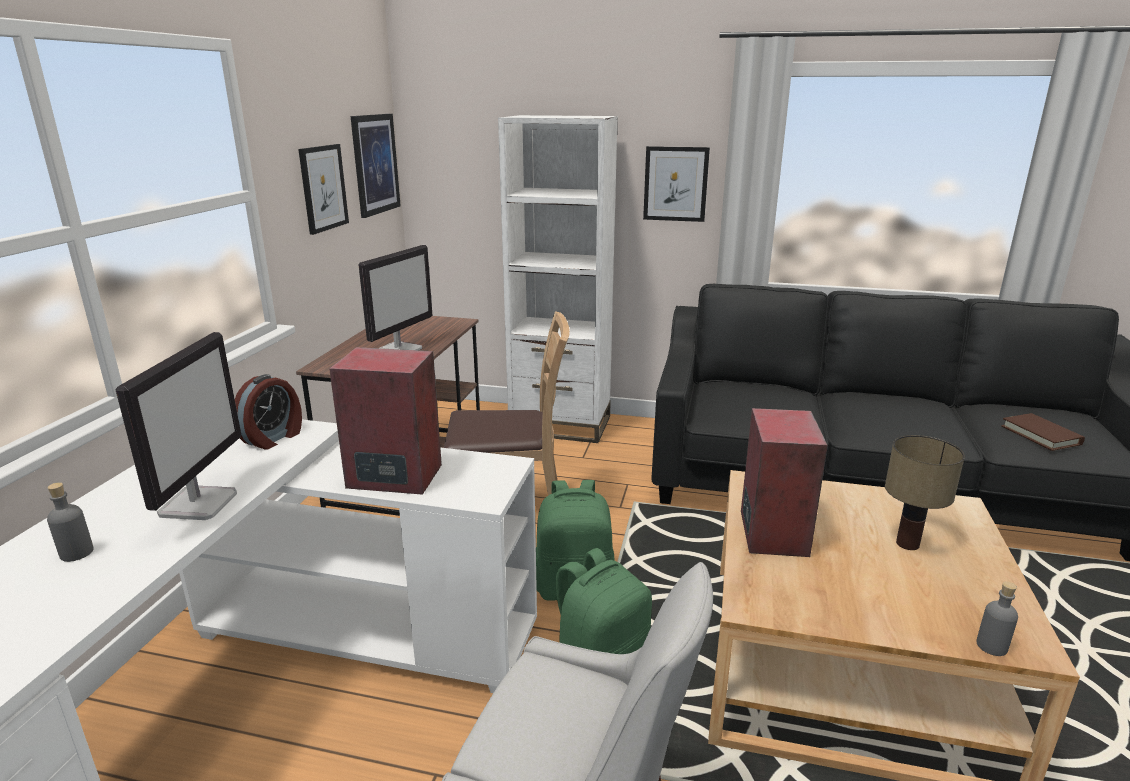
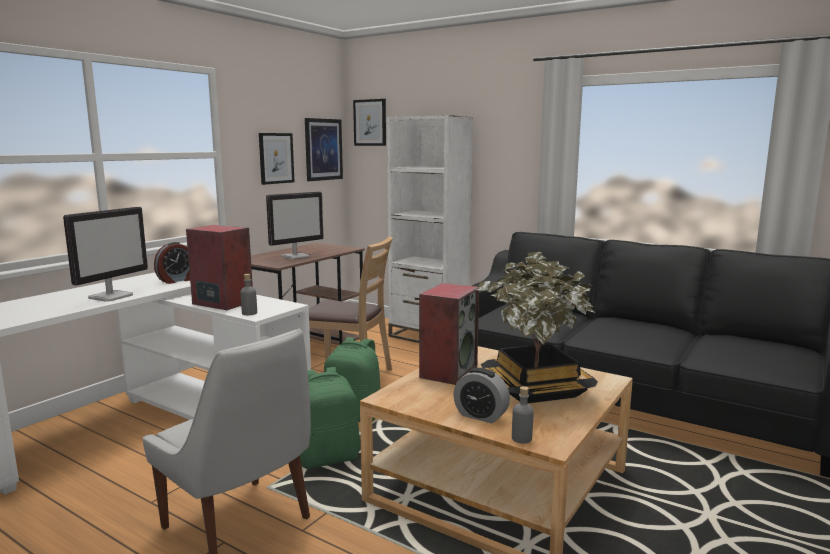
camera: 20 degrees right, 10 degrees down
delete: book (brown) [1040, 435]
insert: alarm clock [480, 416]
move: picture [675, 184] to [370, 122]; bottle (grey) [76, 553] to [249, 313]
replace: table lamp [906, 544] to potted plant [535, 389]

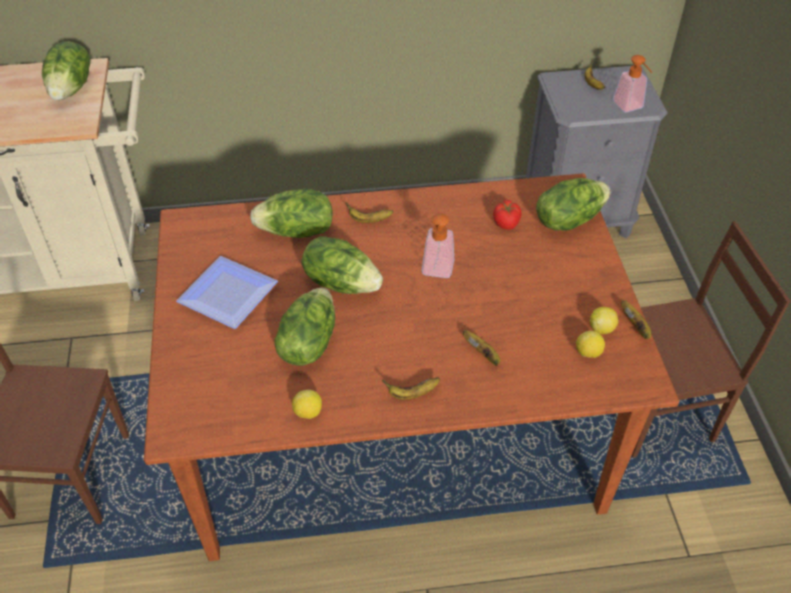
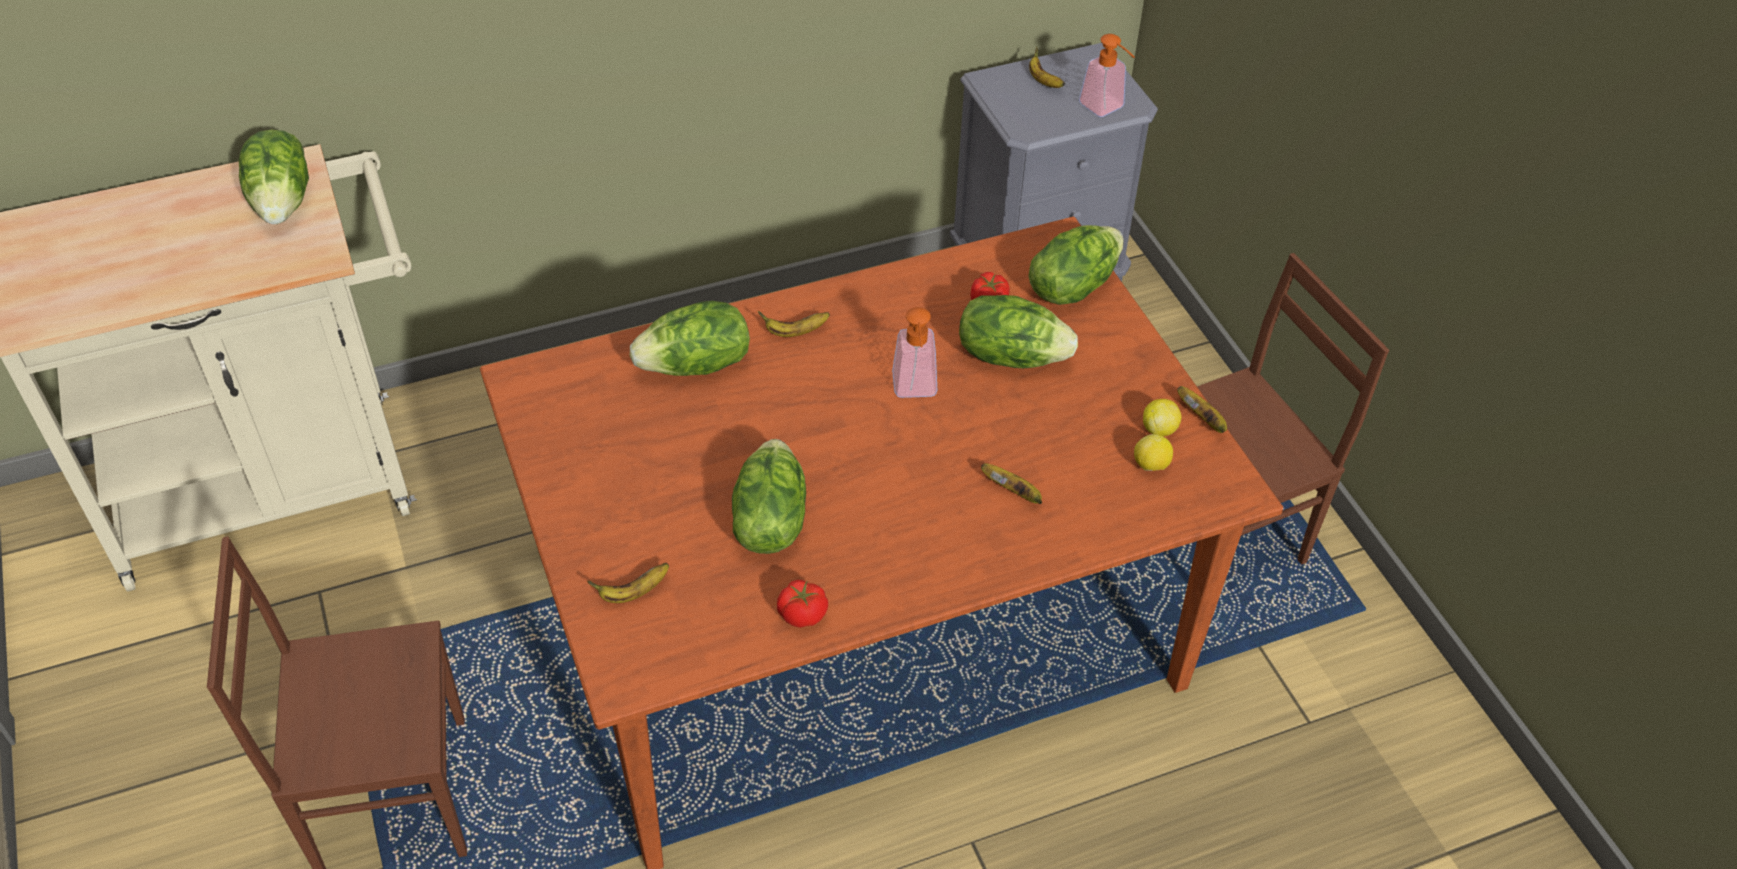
camera: 15 degrees left, 0 degrees up
delete: plate [227, 292]
move: lettuce [341, 282] to [1011, 355]; banana [412, 394] to [633, 593]
replace: lemon [308, 413] to tomato [802, 615]

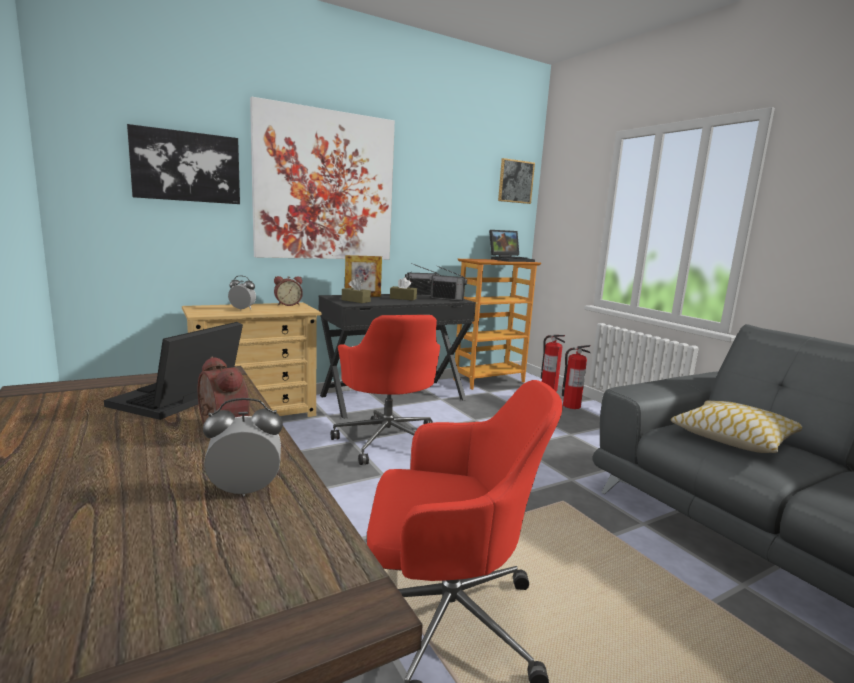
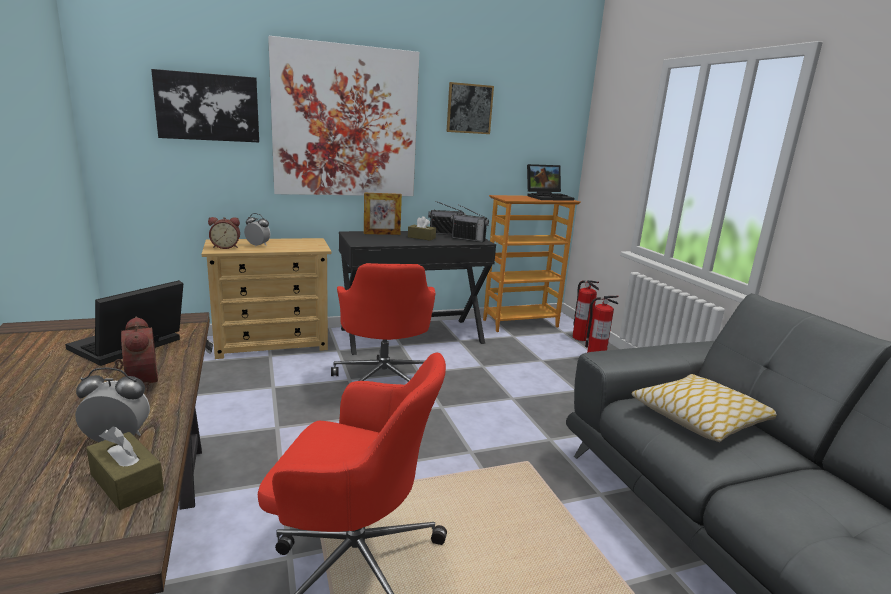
camera: 10 degrees right, 5 degrees up
move: picture [515, 181] to [469, 108]; alarm clock [288, 304] to [225, 247]; tissue box (brown) [356, 301] to [127, 482]

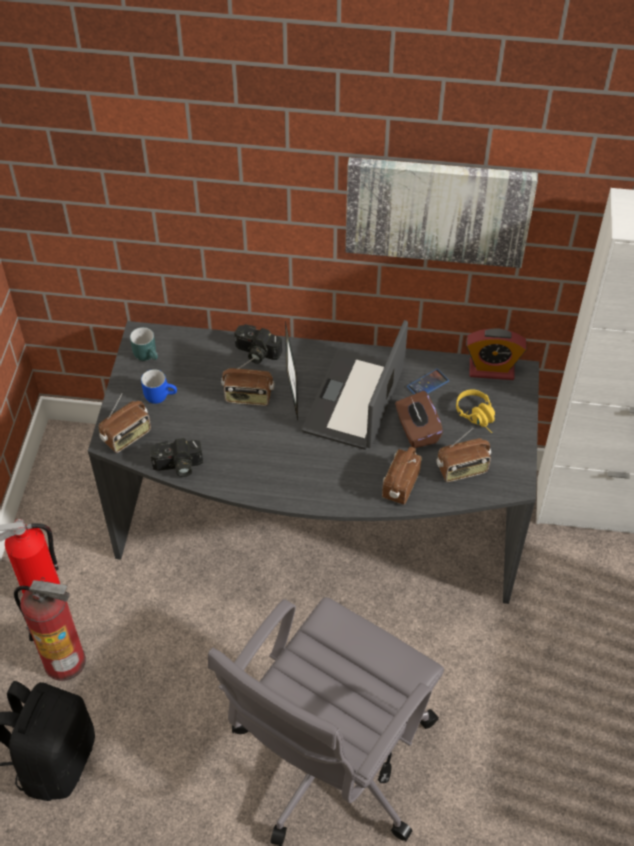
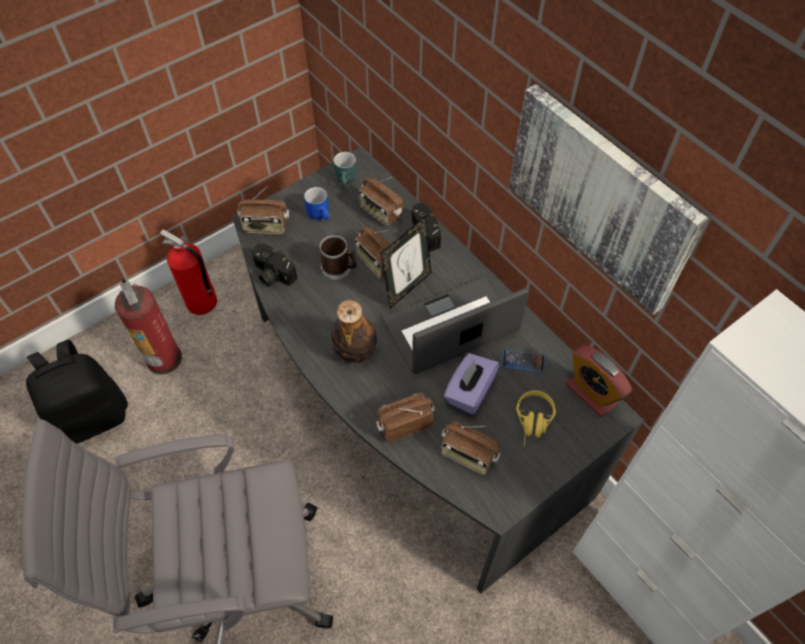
camera: 45 degrees right, 5 degrees up
insert: radio [380, 212]; mug [339, 269]; bottle [355, 351]
recolor: tissue box (brown) [416, 430] to tissue box (purple) [469, 391]

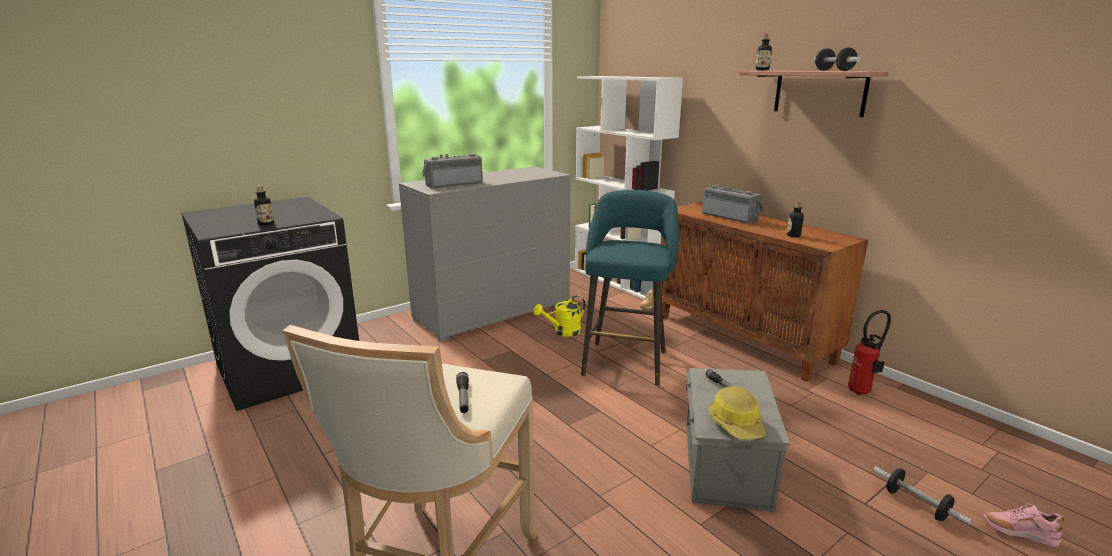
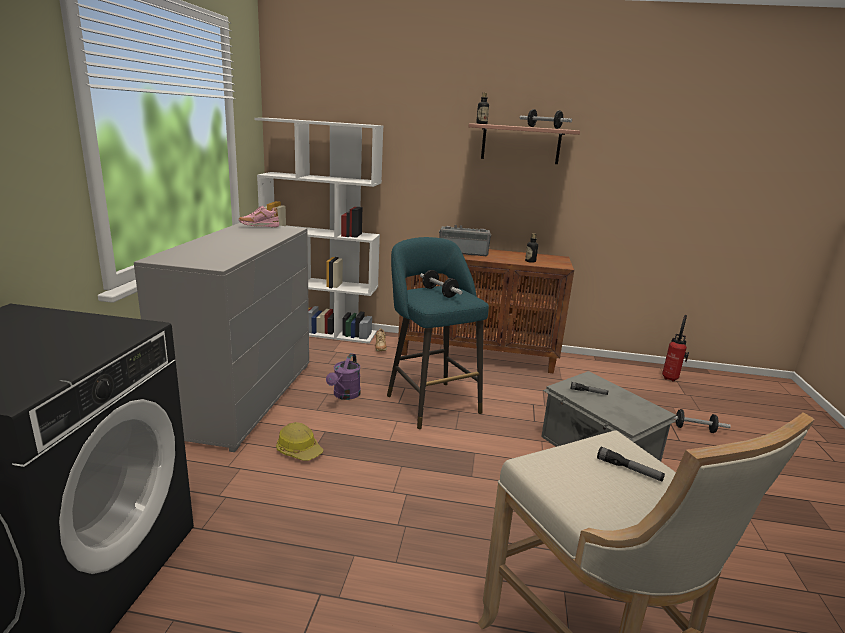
camera: 45 degrees left, 0 degrees up
delete: radio [453, 184]; bottle [266, 224]
insert: dumbbell [439, 292]
move: fire extinguisher [862, 391] to [671, 378]; hard hat [737, 424] to [299, 450]; shoe (pink) [1018, 534] to [259, 227]
recolor: watering can (yellow) [563, 332] to watering can (purple) [345, 395]

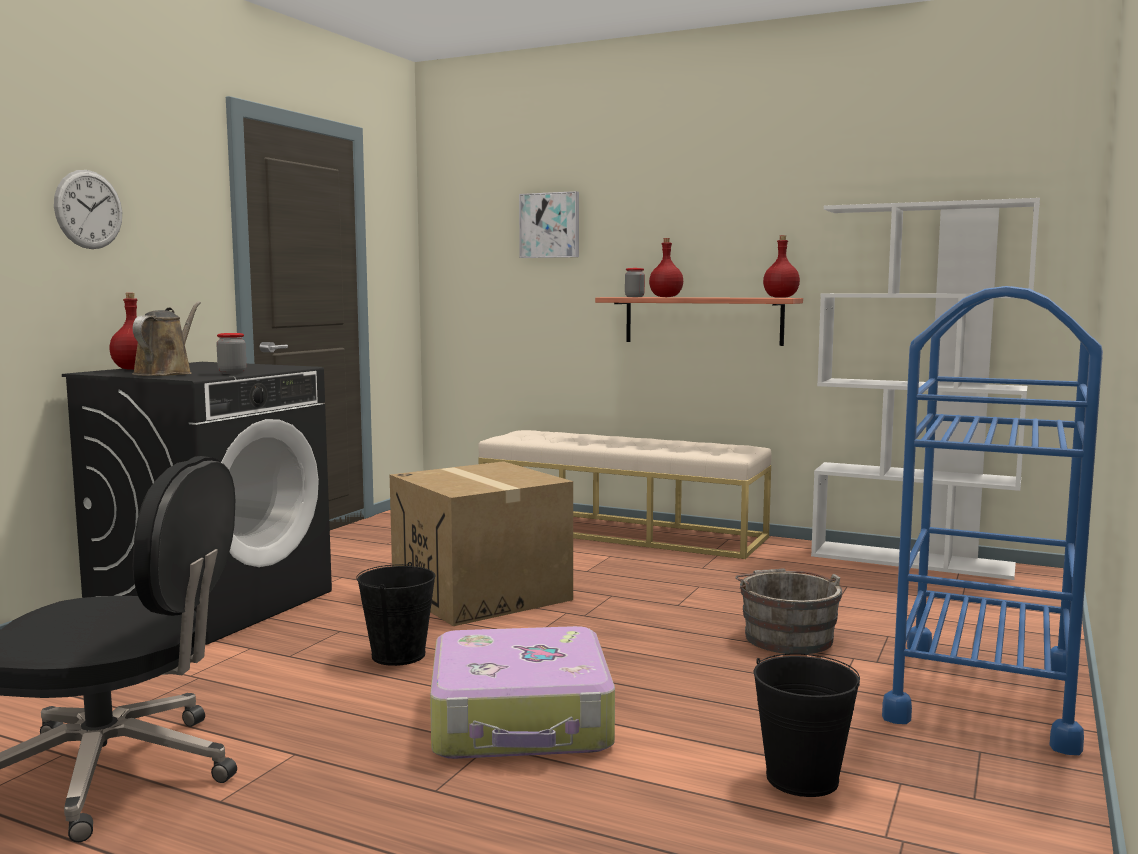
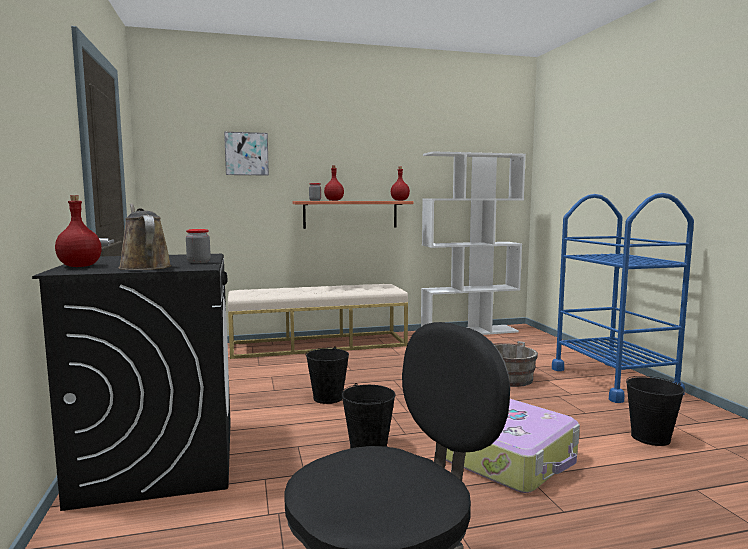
camera: 40 degrees left, 0 degrees up
delete: wall clock [88, 209]
replace: cardboard box [482, 594] to bucket (black) [328, 398]

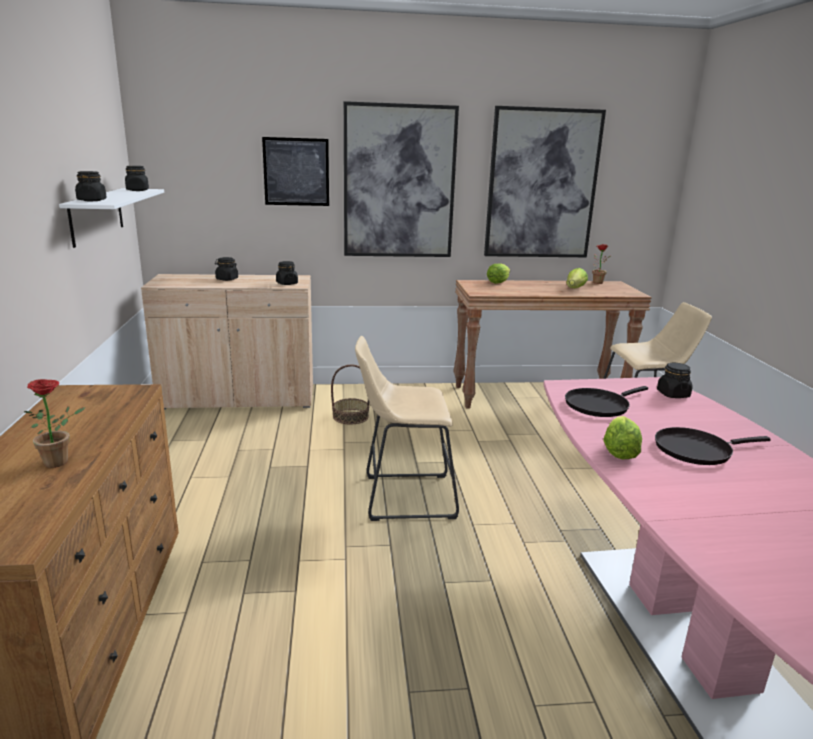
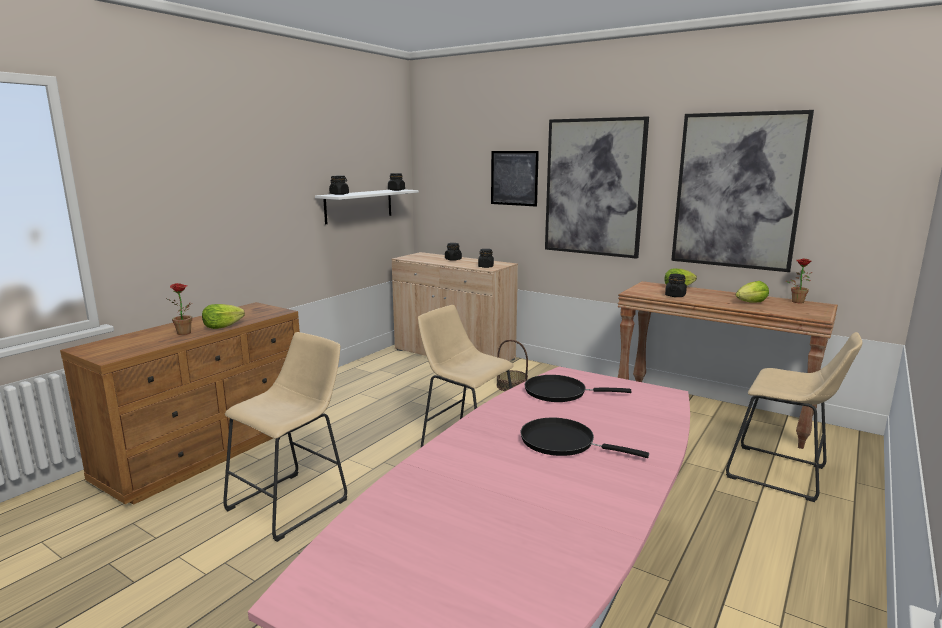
camera: 40 degrees right, 5 degrees down
insert: stool (beige) [293, 502]
move: jar (black) [672, 394] to [675, 295]; lettuce [619, 452] to [222, 327]

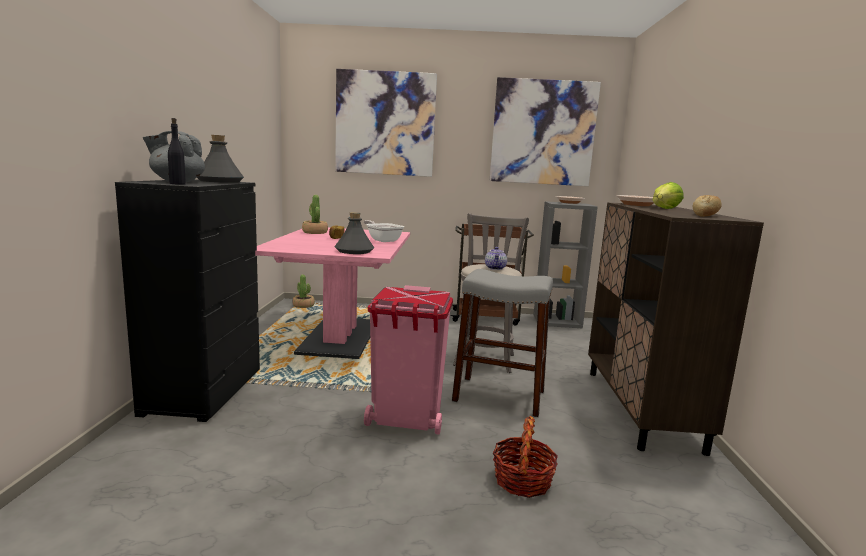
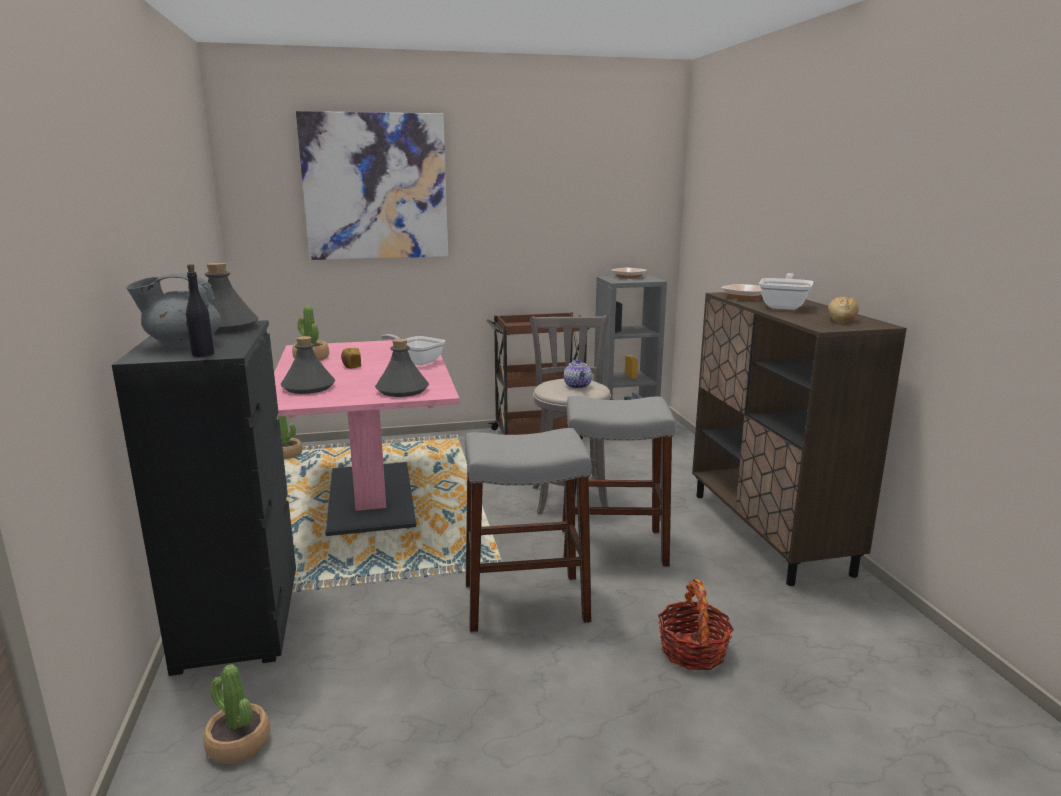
camera: 15 degrees left, 5 degrees up
delete: picture [543, 133]
insert: bottle (grey) [308, 387]; potted plant [238, 744]
replace: lettuce [664, 209] to frying pan [784, 306]; trash can (pink) [406, 420] to stool (grey) [526, 602]

